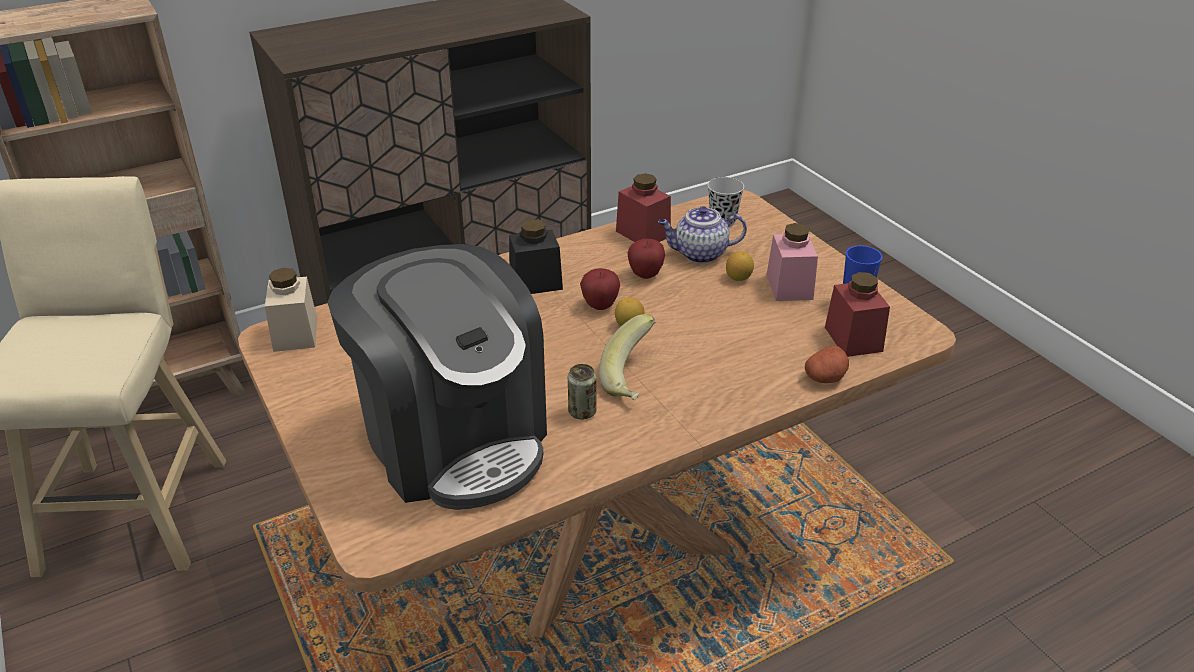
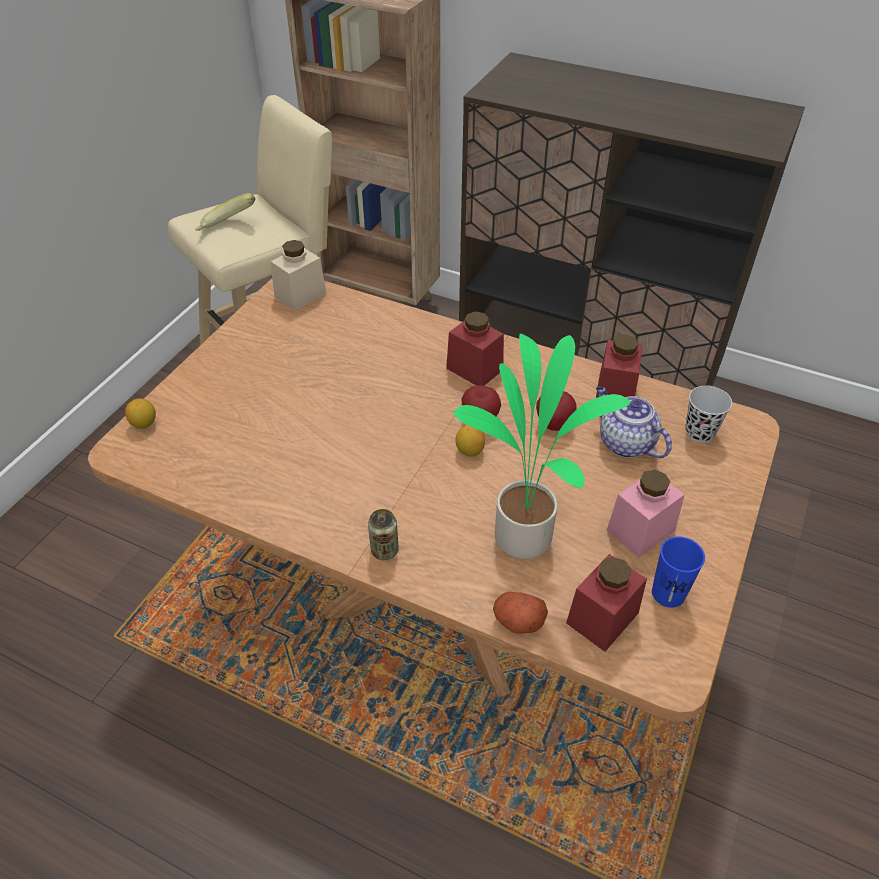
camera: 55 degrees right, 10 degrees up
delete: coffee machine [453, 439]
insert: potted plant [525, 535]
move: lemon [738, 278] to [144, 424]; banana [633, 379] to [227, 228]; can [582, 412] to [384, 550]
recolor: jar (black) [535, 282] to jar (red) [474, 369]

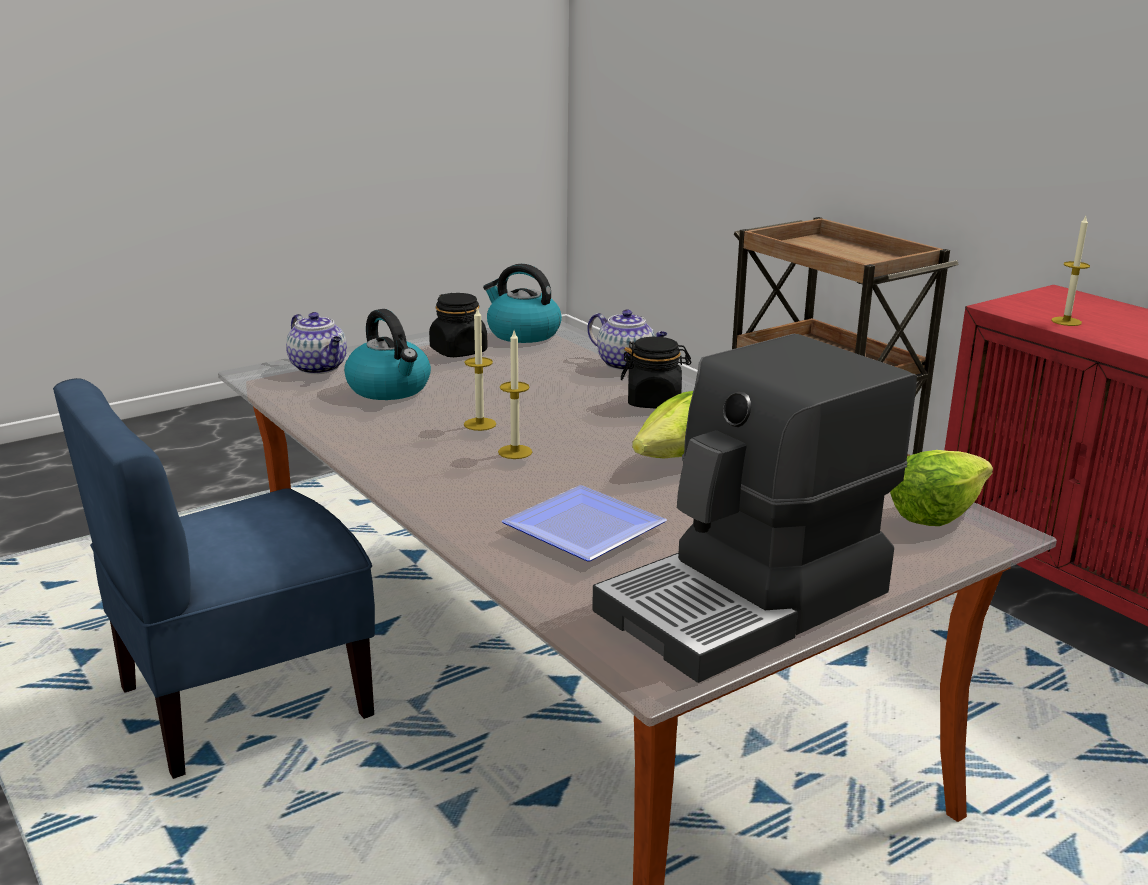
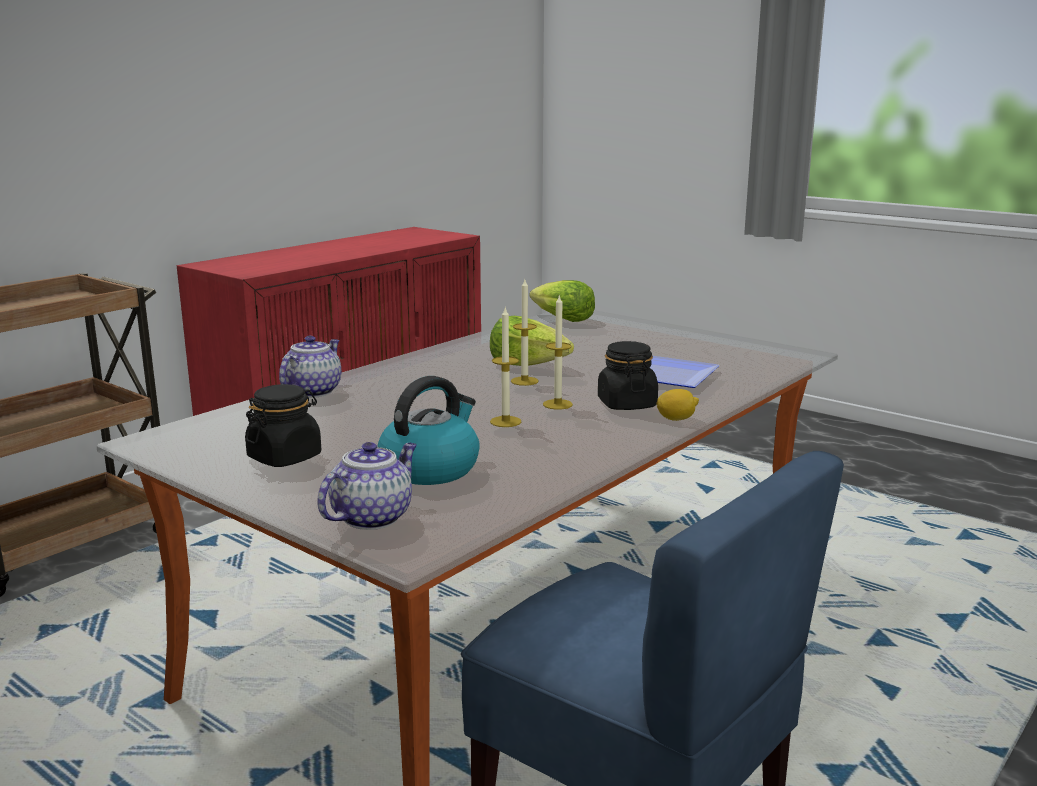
camera: 105 degrees left, 5 degrees down
delete: kettle [522, 333]; coffee machine [748, 603]
insert: lemon [676, 419]
move: candle [1066, 321] to [524, 381]; jar (black) [654, 402] to [626, 404]

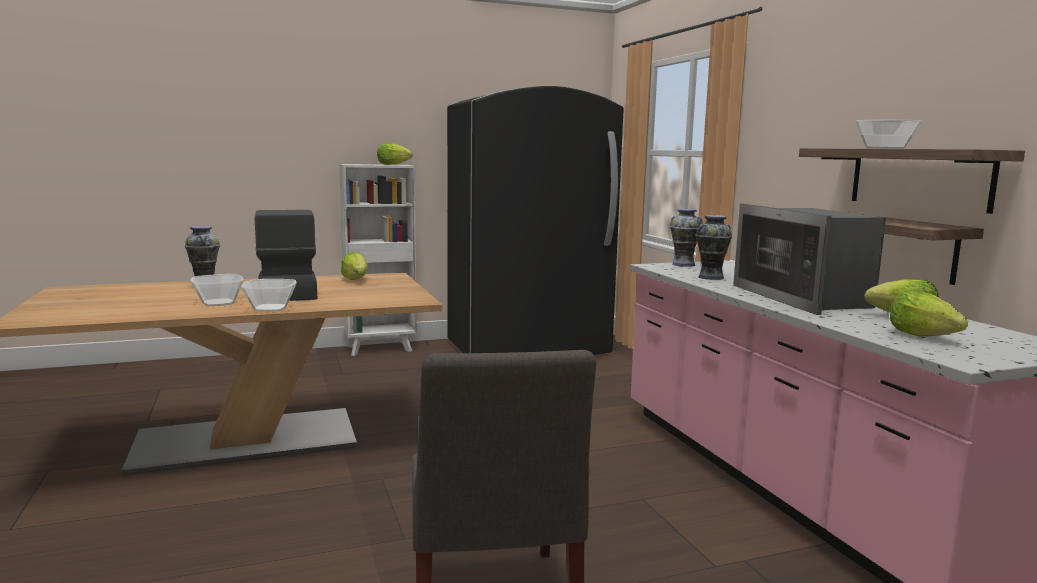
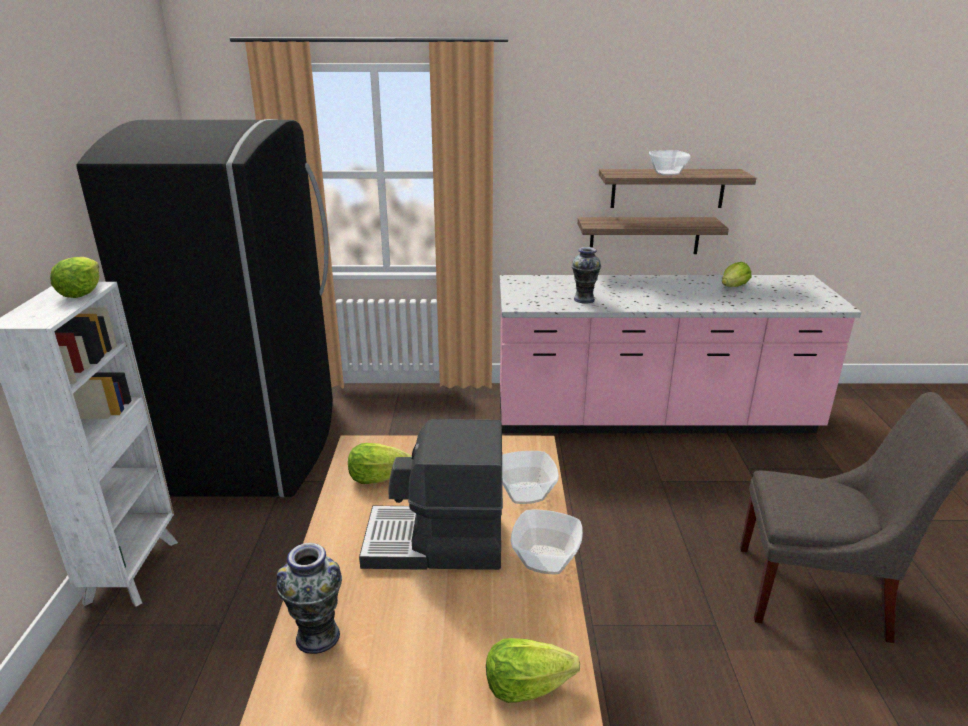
camera: 70 degrees left, 15 degrees up
delete: microwave [803, 297]; vase [683, 264]
move: bowl [219, 303] to [526, 493]; lettuce [922, 336] to [526, 686]

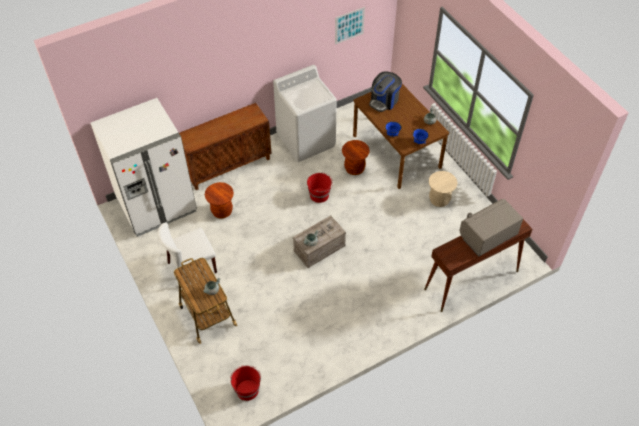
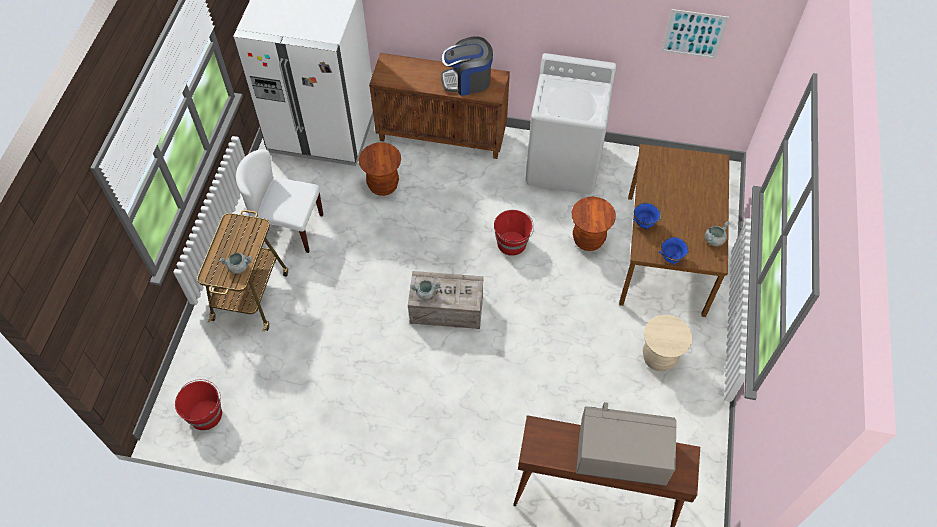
camera: 40 degrees right, 5 degrees up
move: coffee machine [384, 101] to [467, 80]

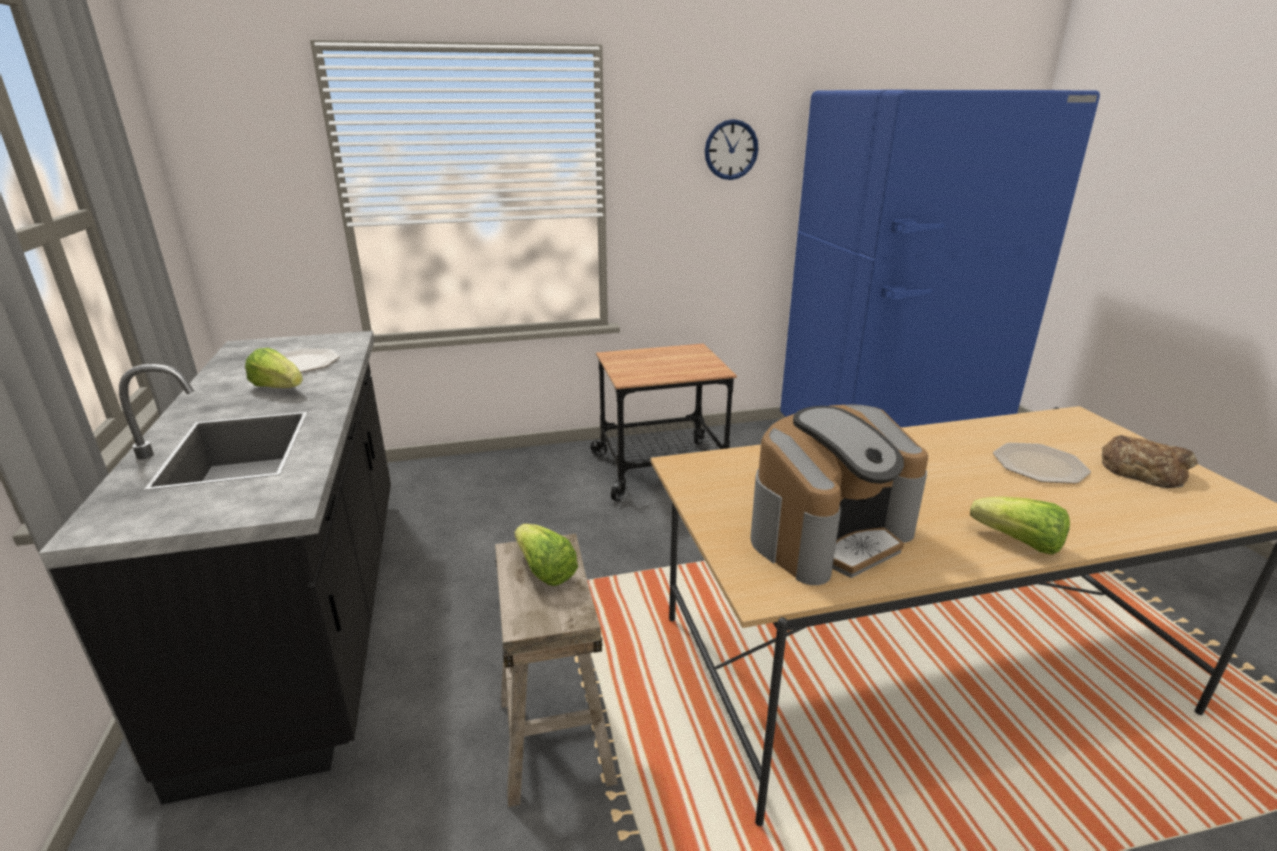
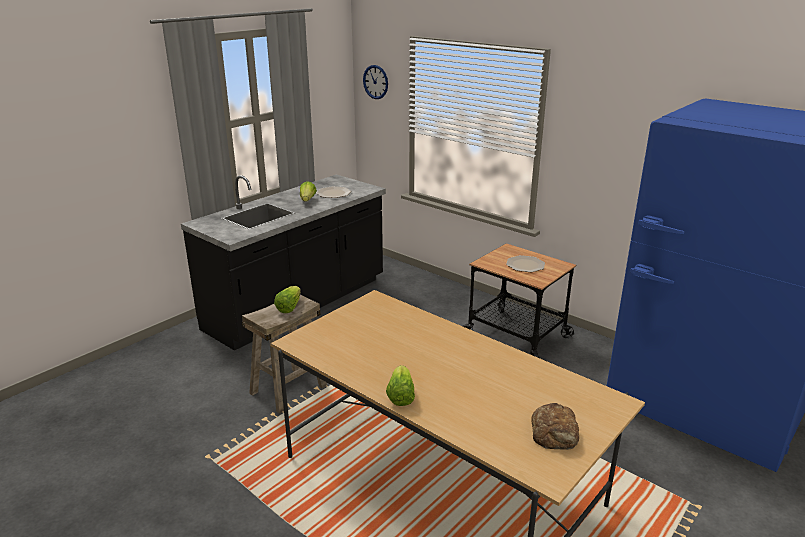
camera: 55 degrees right, 0 degrees up
delete: coffee machine [829, 534]
move: wall clock [731, 150] to [375, 82]; plate [1040, 465] to [525, 265]

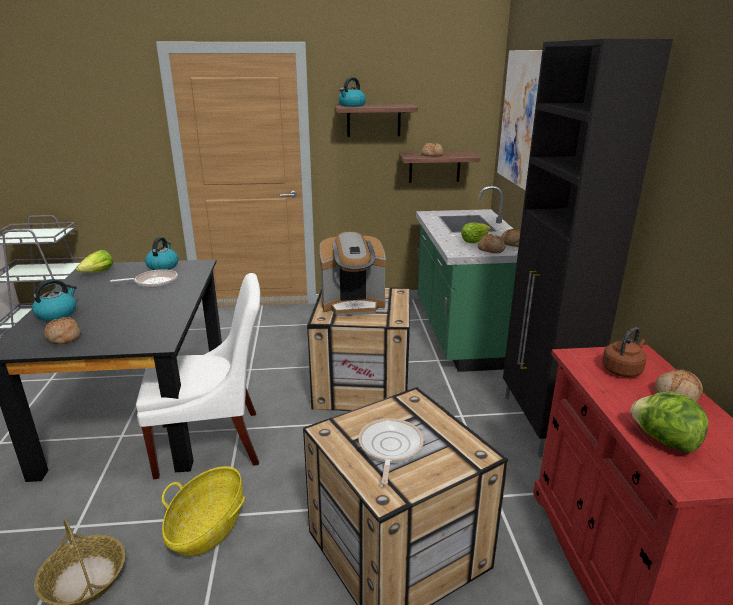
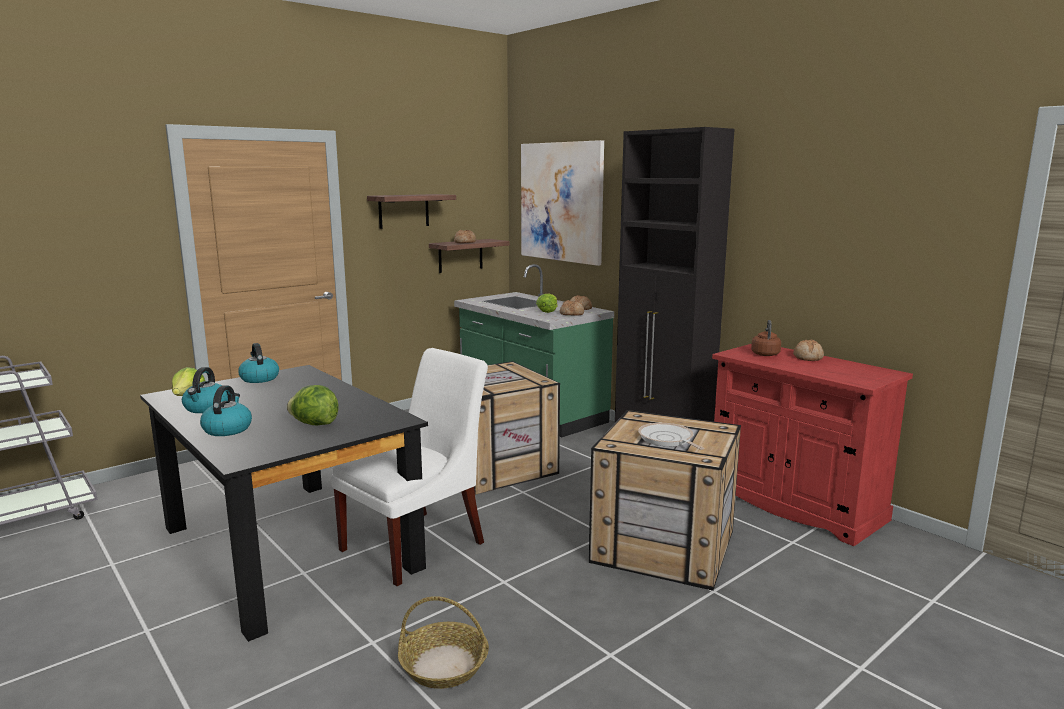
camera: 35 degrees left, 10 degrees down
delete: coffee machine [353, 304]; frying pan [154, 282]; bread [63, 337]; basket [208, 527]
move: kettle [351, 105] to [206, 408]; lettuce [664, 441] to [314, 424]

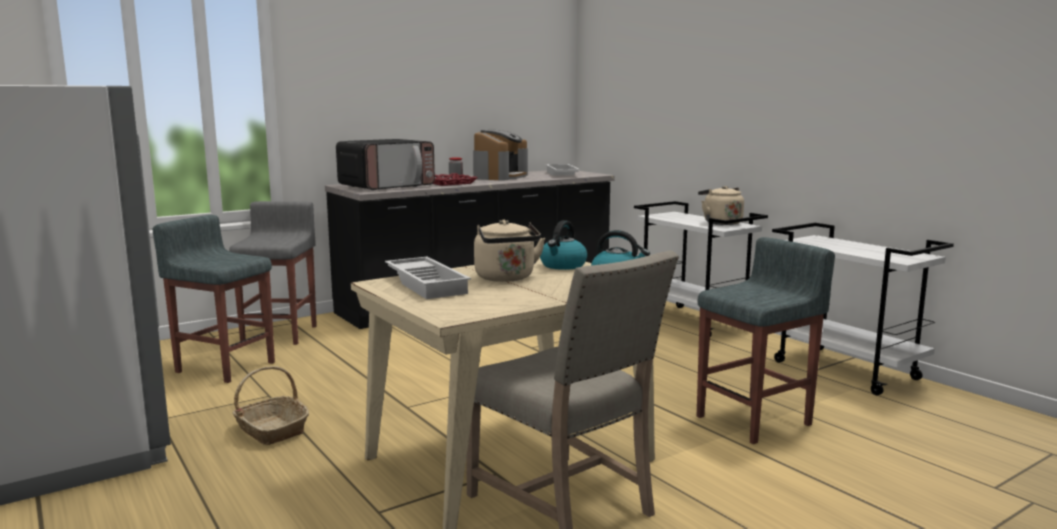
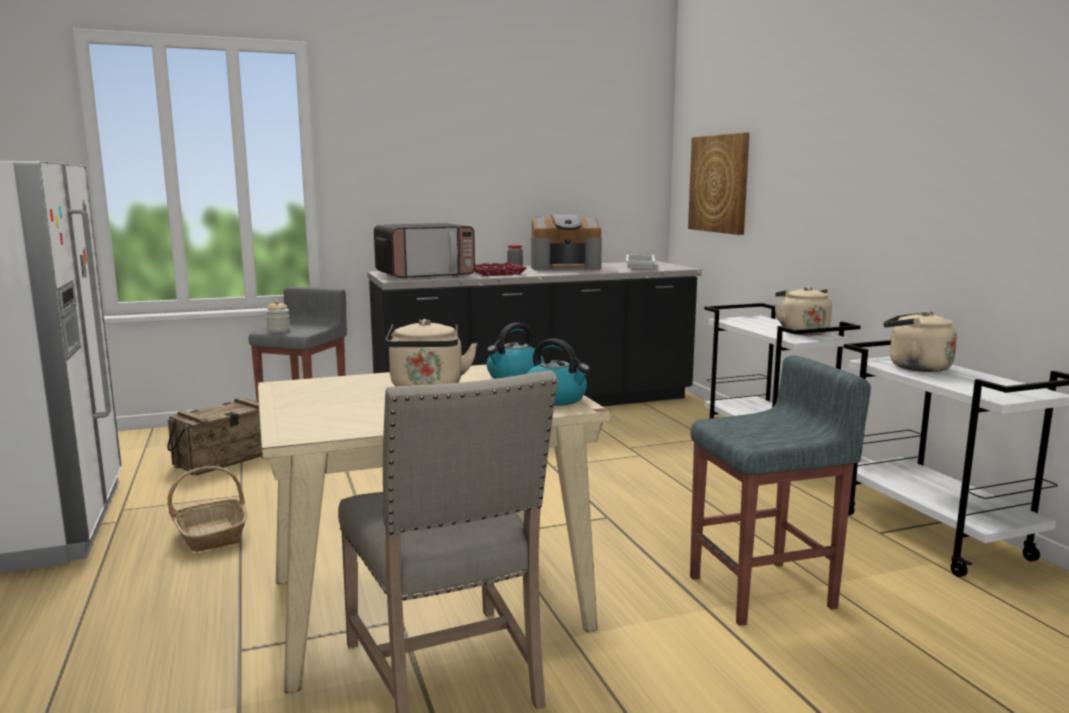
camera: 15 degrees right, 0 degrees up
delete: tray (white) [428, 284]
insert: picture [719, 184]; jar [278, 330]; kettle (beige) [914, 367]
replace: stool (grey) [225, 367] to crate [225, 458]
rotate: coffee machine [500, 176] = [565, 267] 45 degrees clockwise

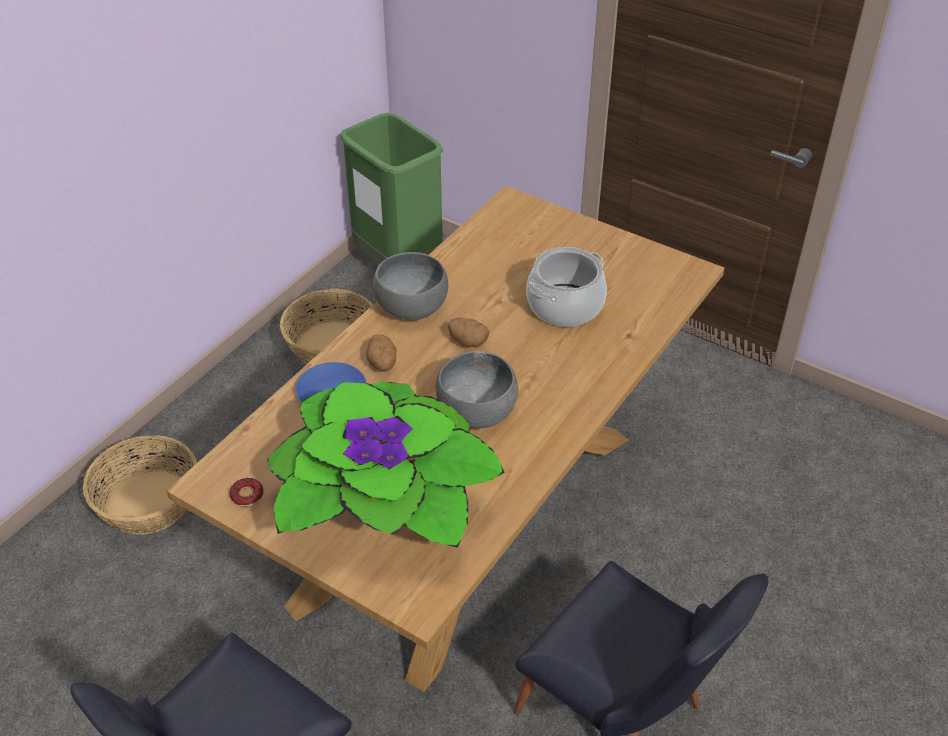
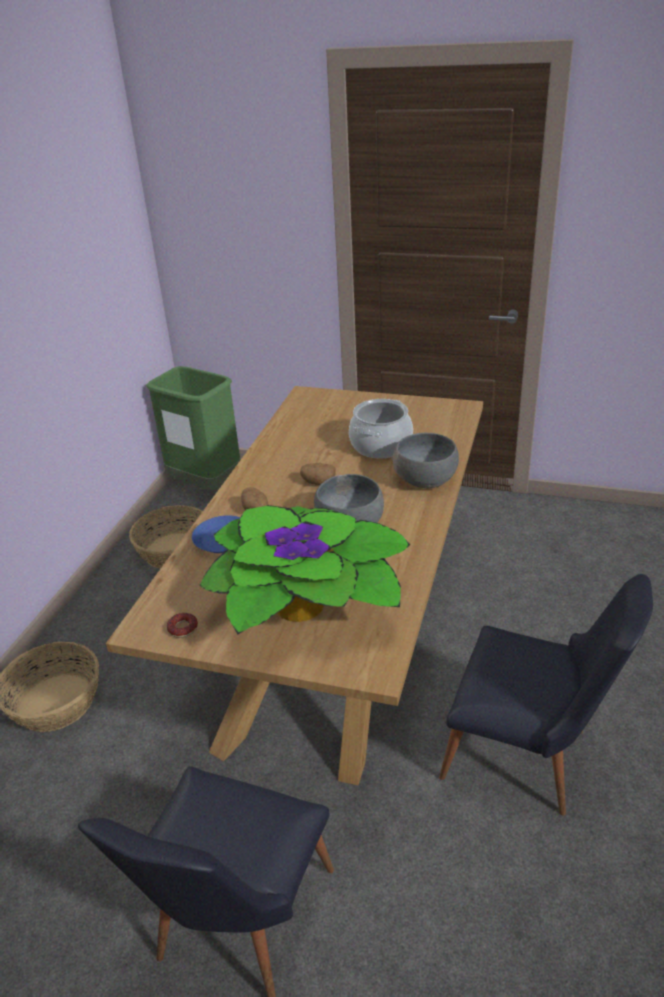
camera: 15 degrees left, 10 degrees down
move: bowl (grey) [411, 307] to [424, 480]

